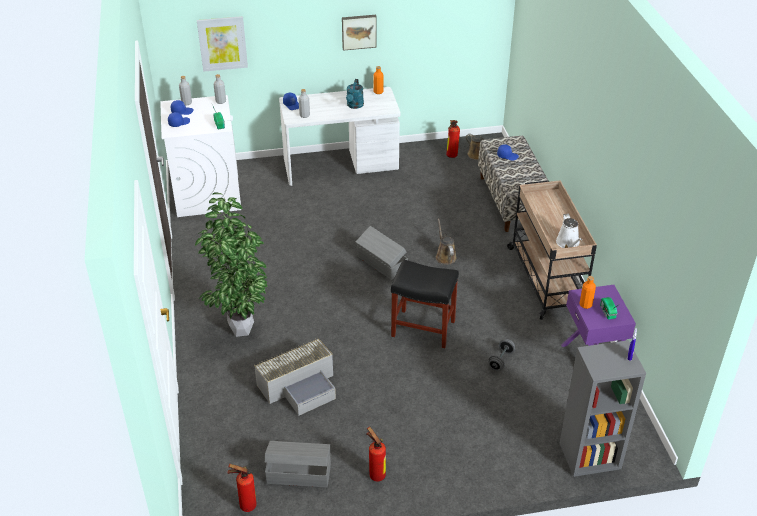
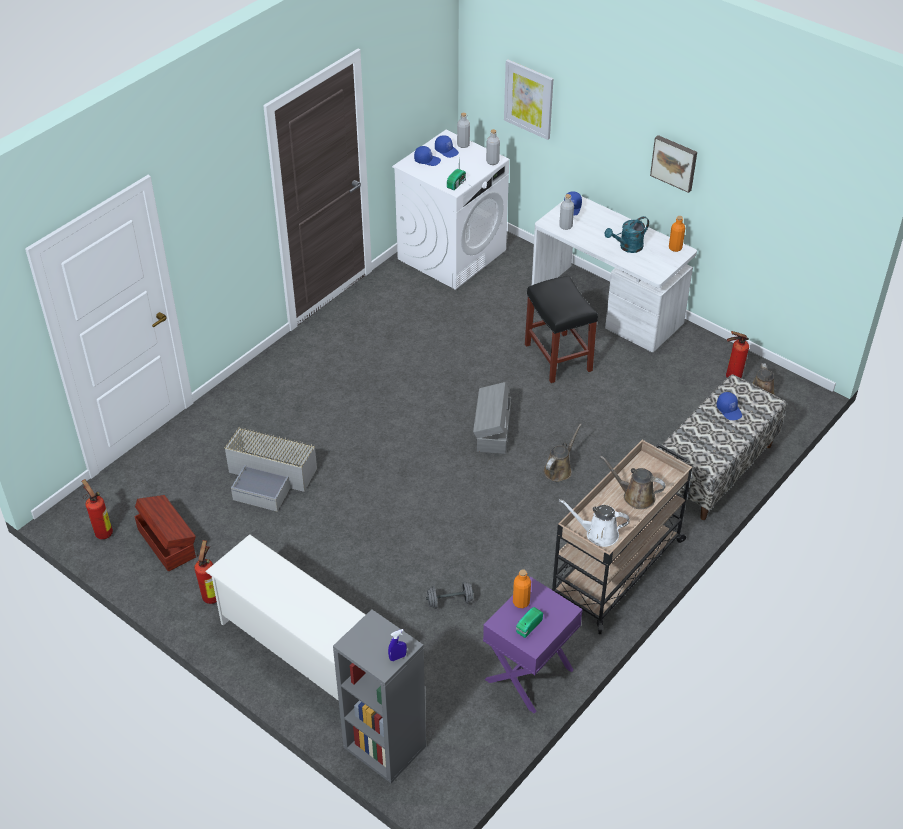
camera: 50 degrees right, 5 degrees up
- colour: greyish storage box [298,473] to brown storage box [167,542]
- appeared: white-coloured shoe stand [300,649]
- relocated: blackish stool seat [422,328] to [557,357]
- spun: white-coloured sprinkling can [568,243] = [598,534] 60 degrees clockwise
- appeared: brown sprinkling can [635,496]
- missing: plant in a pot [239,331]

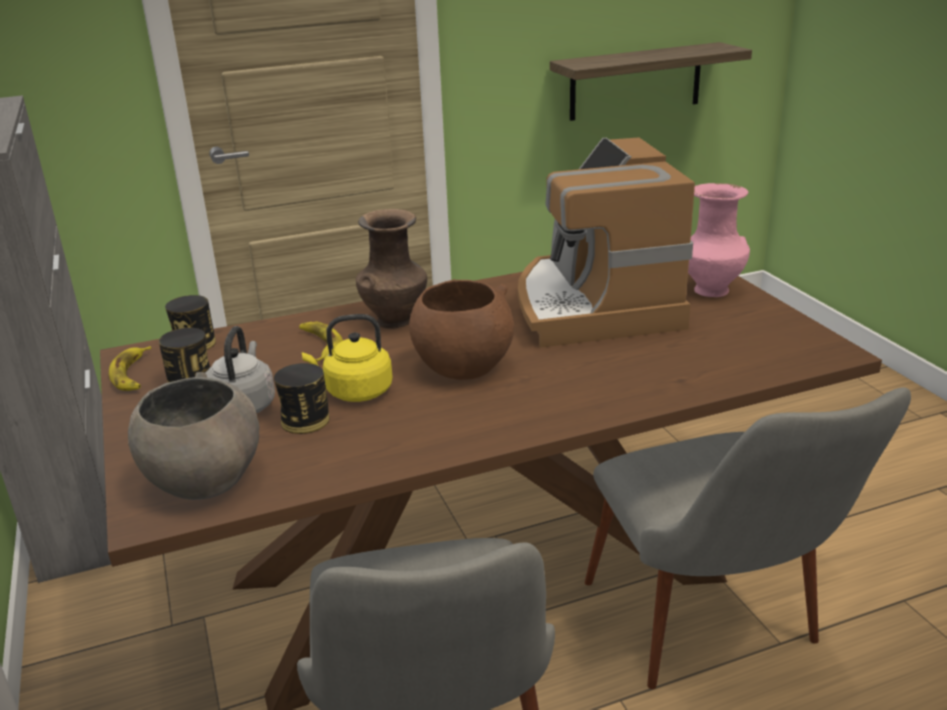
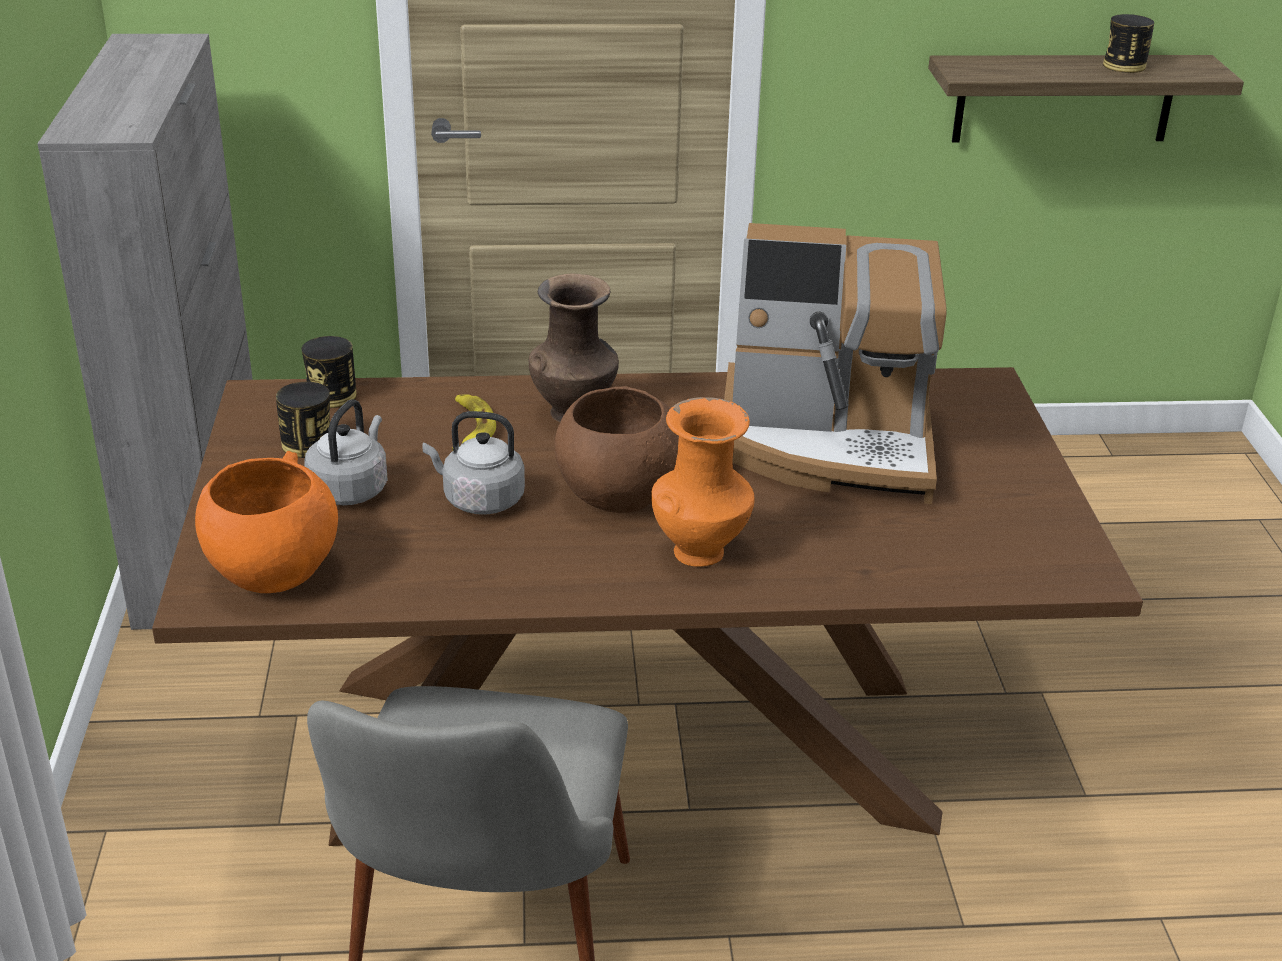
camera: 15 degrees right, 5 degrees up
- colour: greyish serving bowl [204,482] to orange-coloured serving bowl [272,573]
- colour: yellowish tea kettle [355,392] to greyish tea kettle [479,500]
- appeared: orange-coloured vase [700,551]
- spun: coffee maker [593,306] = [829,443] 90 degrees counterclockwise
- relocated: can [305,421] to [1124,66]
- missing: banana fruit [133,374]
- missing: greyish upright chair [716,637]
- missing: pink-coloured vase [709,291]

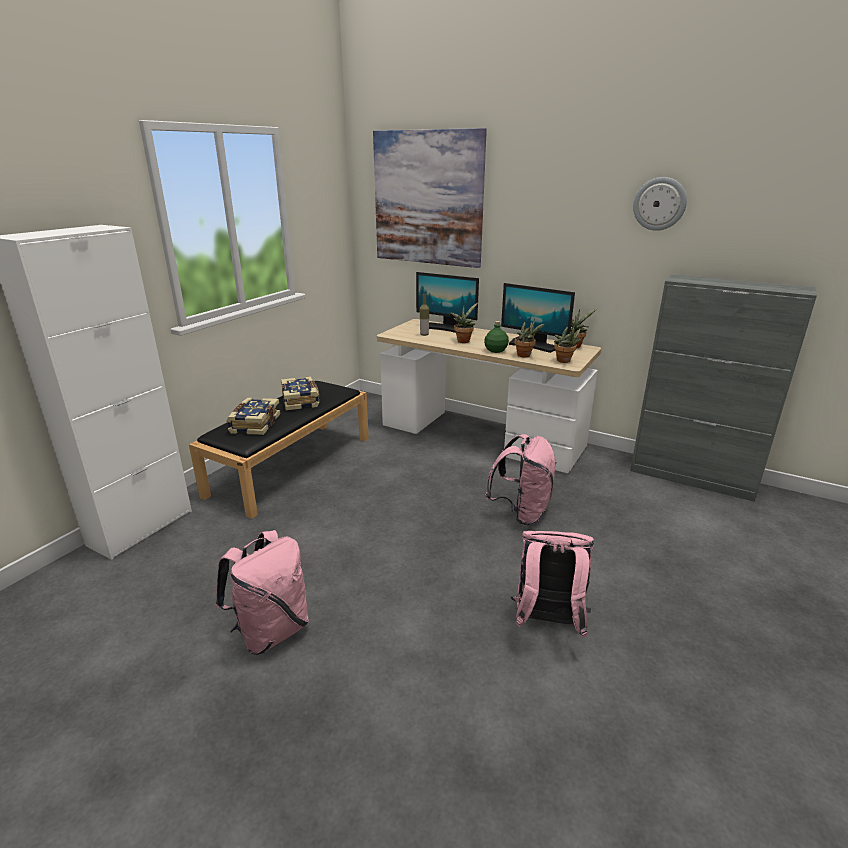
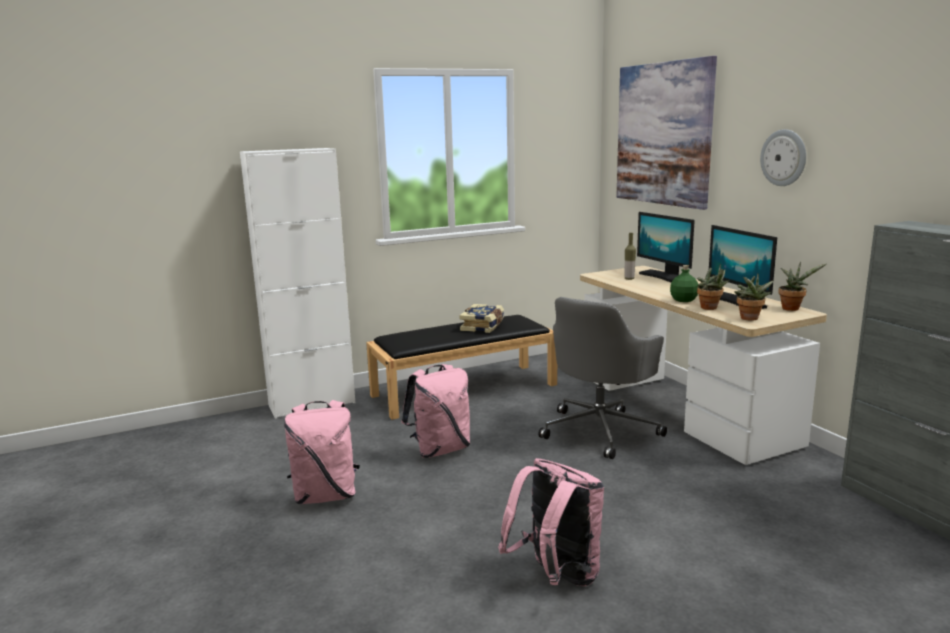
camera: 35 degrees right, 10 degrees down
- relocated: pink-coloured backpack [521,512] to [440,449]
- appeared: greyish office chair [601,430]
- relocated: wall clock [659,204] to [784,158]
- missing: book [254,424]
- missing: plant in a pot [463,340]

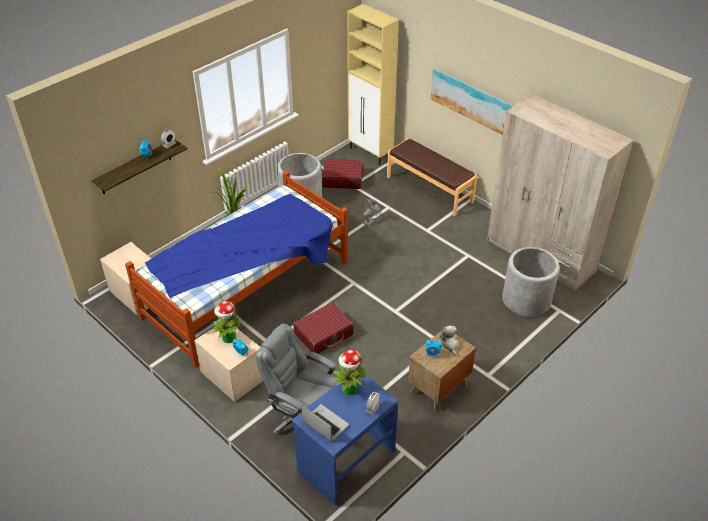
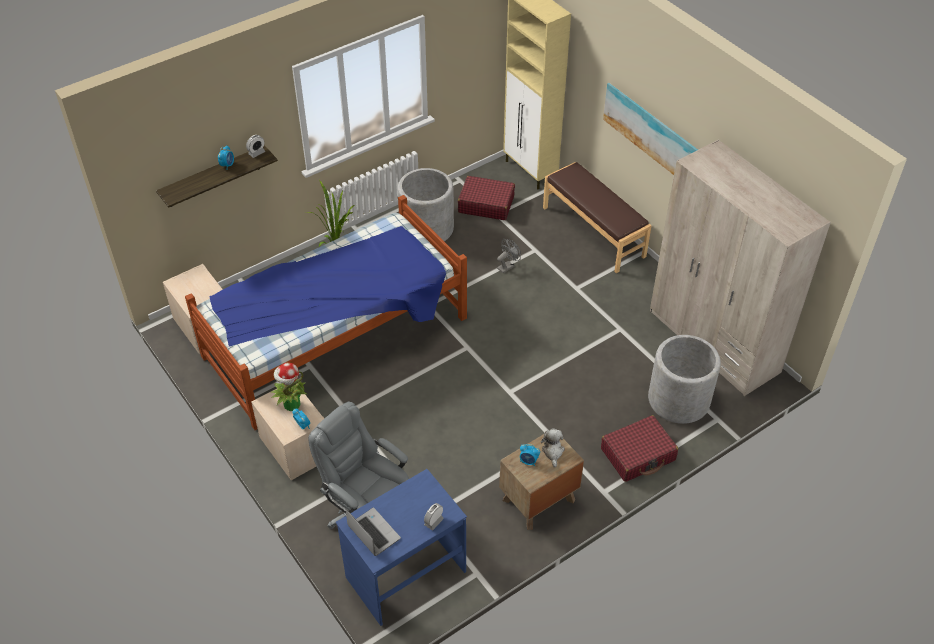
camera: 10 degrees right, 5 degrees up
- relocated: red-coloured piece of luggage [324,334] to [638,454]
- missing: plant in a pot [349,389]

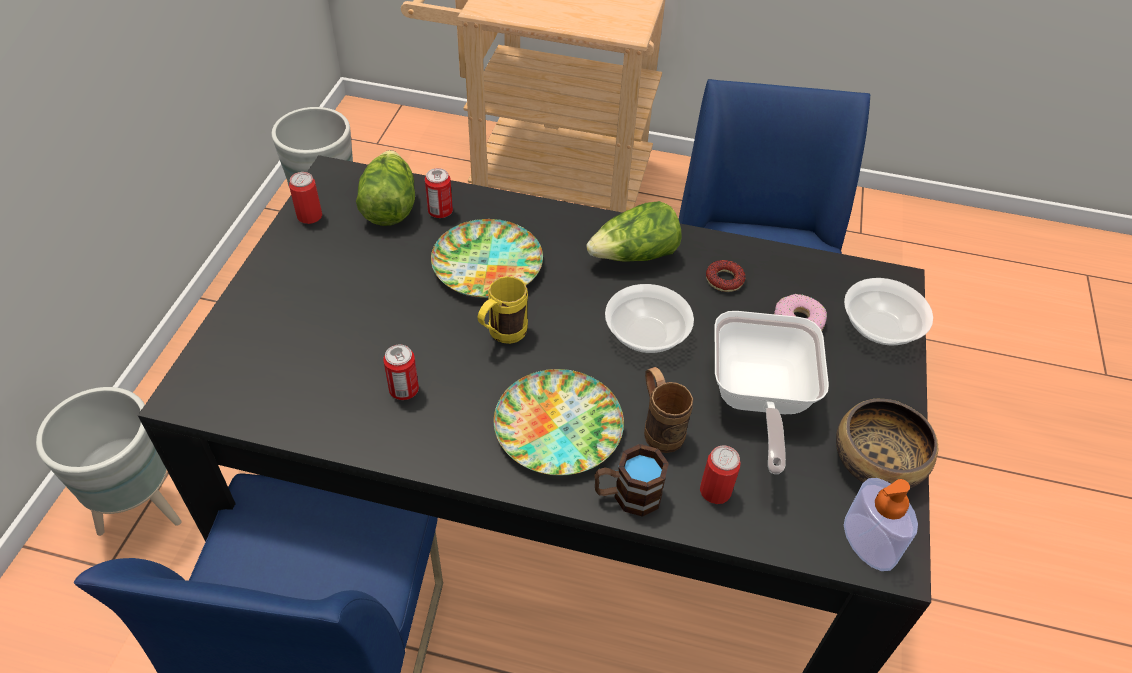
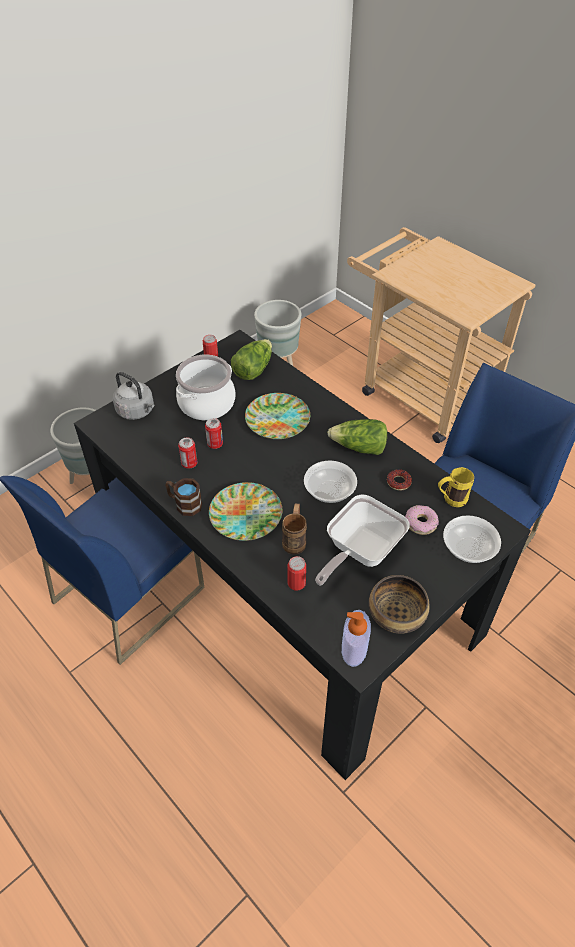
camera: 35 degrees right, 0 degrees up
- appeared: greyish tea kettle [137,411]
- relocated: brown mug [627,495] to [184,504]
- appeared: cooking pot [206,403]
- relocated: can [440,212] to [215,444]
- relocated: yellowish mug [501,335] to [450,500]

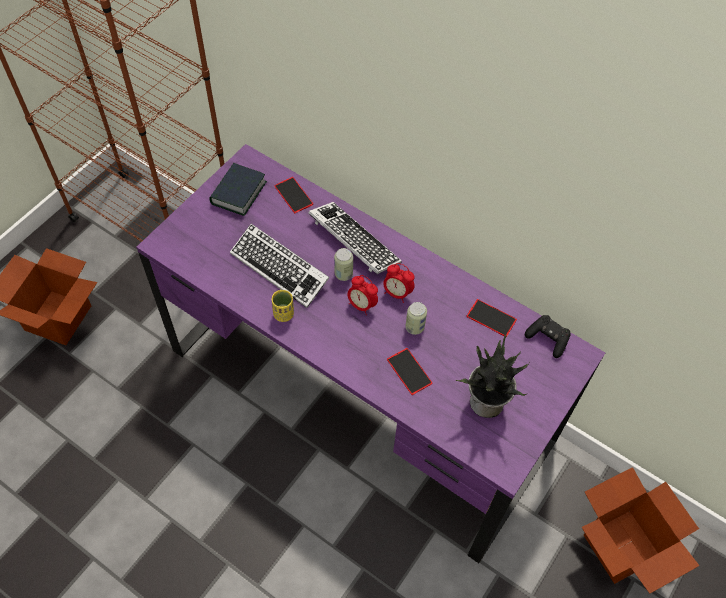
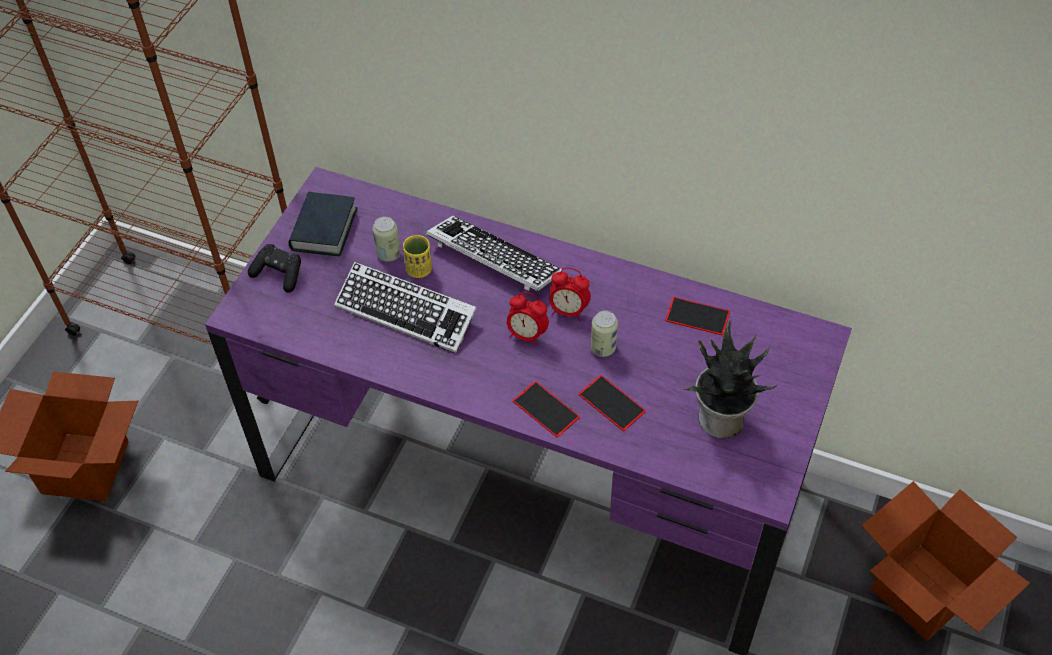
camera: 10 degrees left, 5 degrees down
- relocated: blackish game controller [547,339] to [279,274]
- relocated: can [343,274] to [389,254]
- relocated: yellowish drinking cup [283,314] to [419,269]
- relocated: phone [293,195] to [545,409]

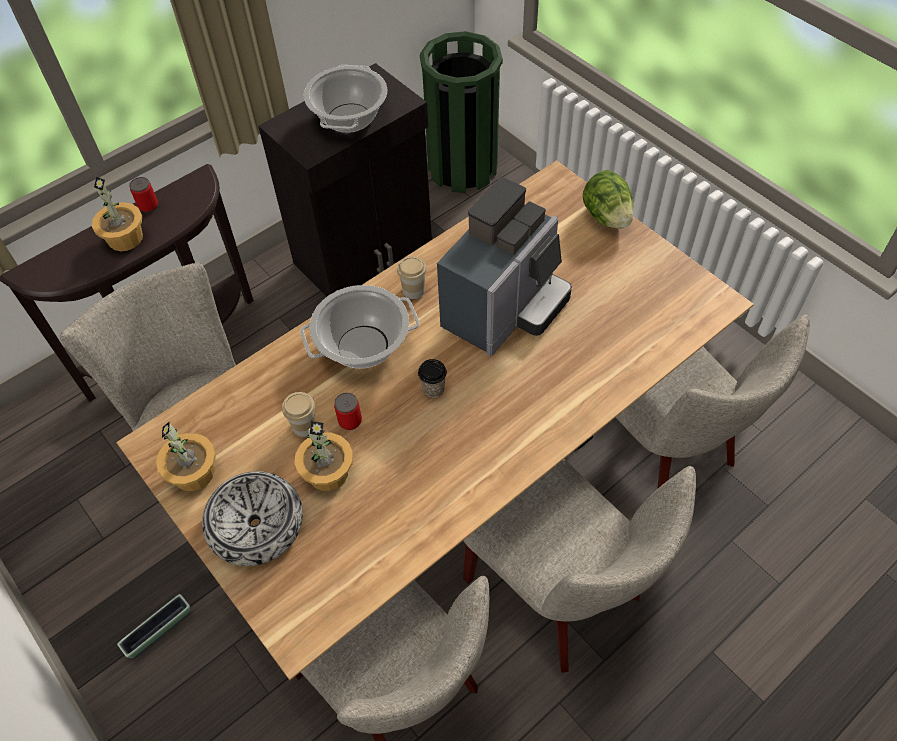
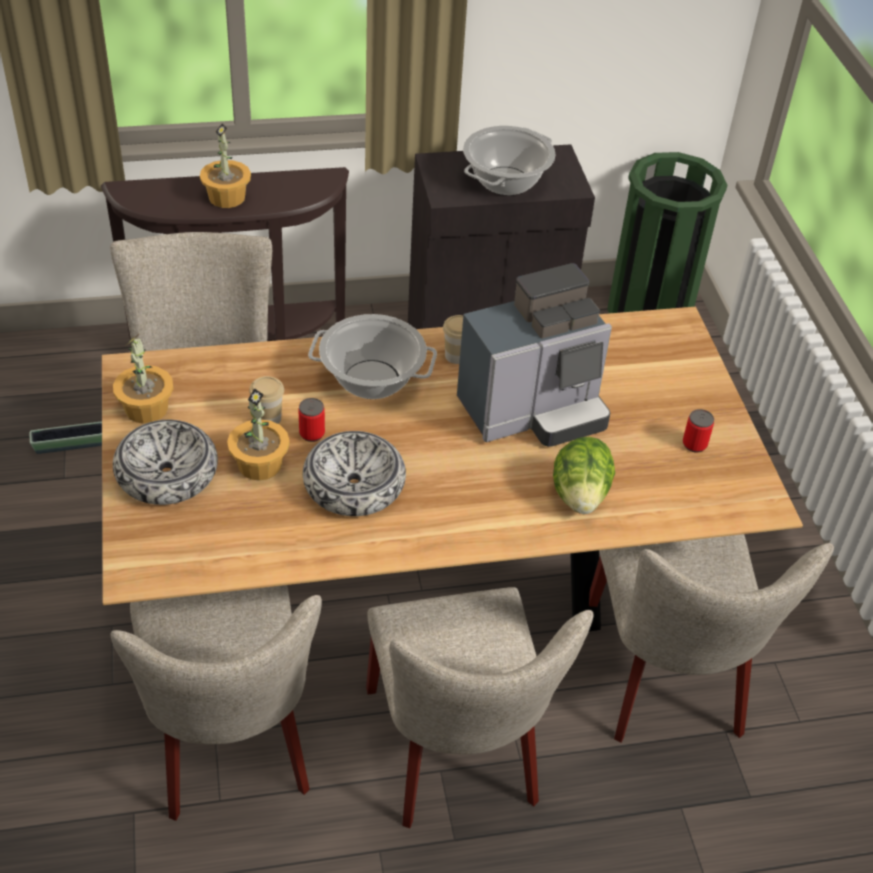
camera: 25 degrees right, 10 degrees down
- relocated: planter [159,630] to [70,445]
- appeared: serving bowl [354,484]
- relocated: head of lettuce [606,217] to [580,495]
- relocated: can [148,206] to [694,444]
- missing: drinking cup [433,388]

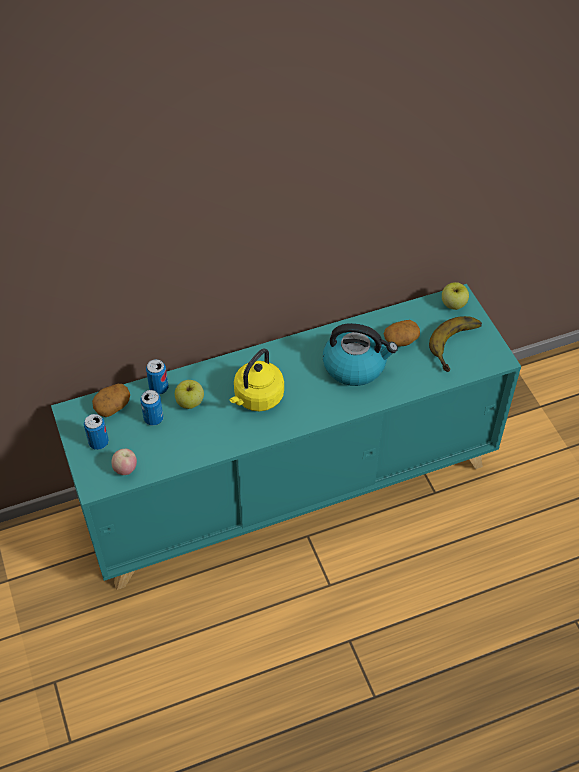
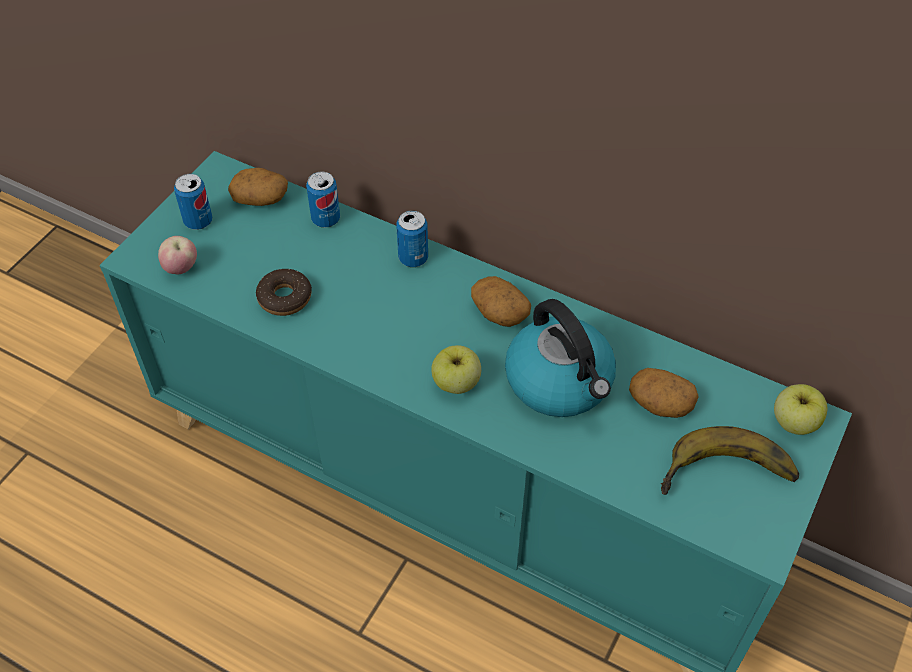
camera: 50 degrees right, 0 degrees up
- appeared: donut [285,298]
- relocated: can [153,418] to [413,258]
- relocated: whole apple [190,402] to [456,383]
- appeared: whole potato [499,312]
- missing: yellowish tea kettle [257,398]

